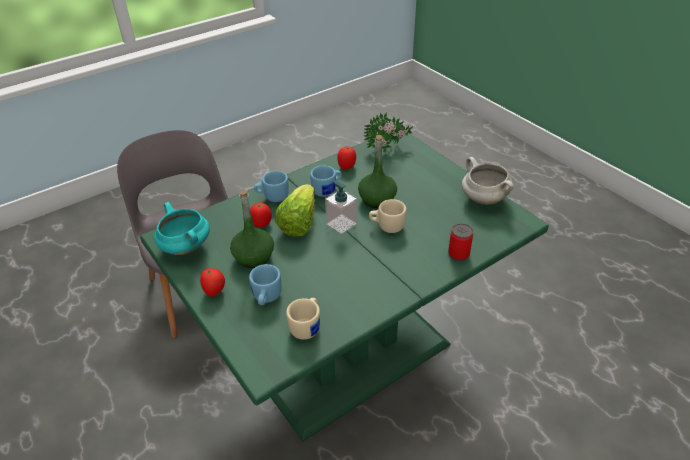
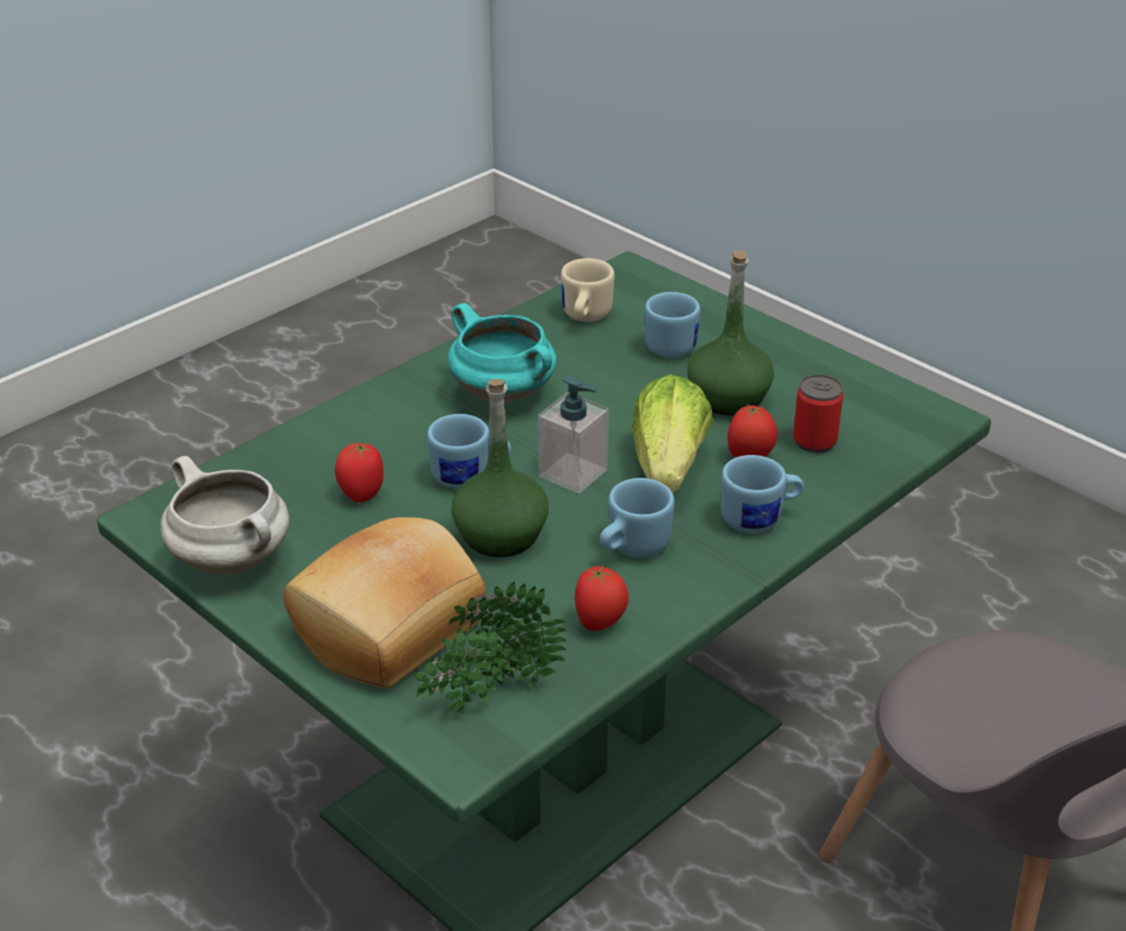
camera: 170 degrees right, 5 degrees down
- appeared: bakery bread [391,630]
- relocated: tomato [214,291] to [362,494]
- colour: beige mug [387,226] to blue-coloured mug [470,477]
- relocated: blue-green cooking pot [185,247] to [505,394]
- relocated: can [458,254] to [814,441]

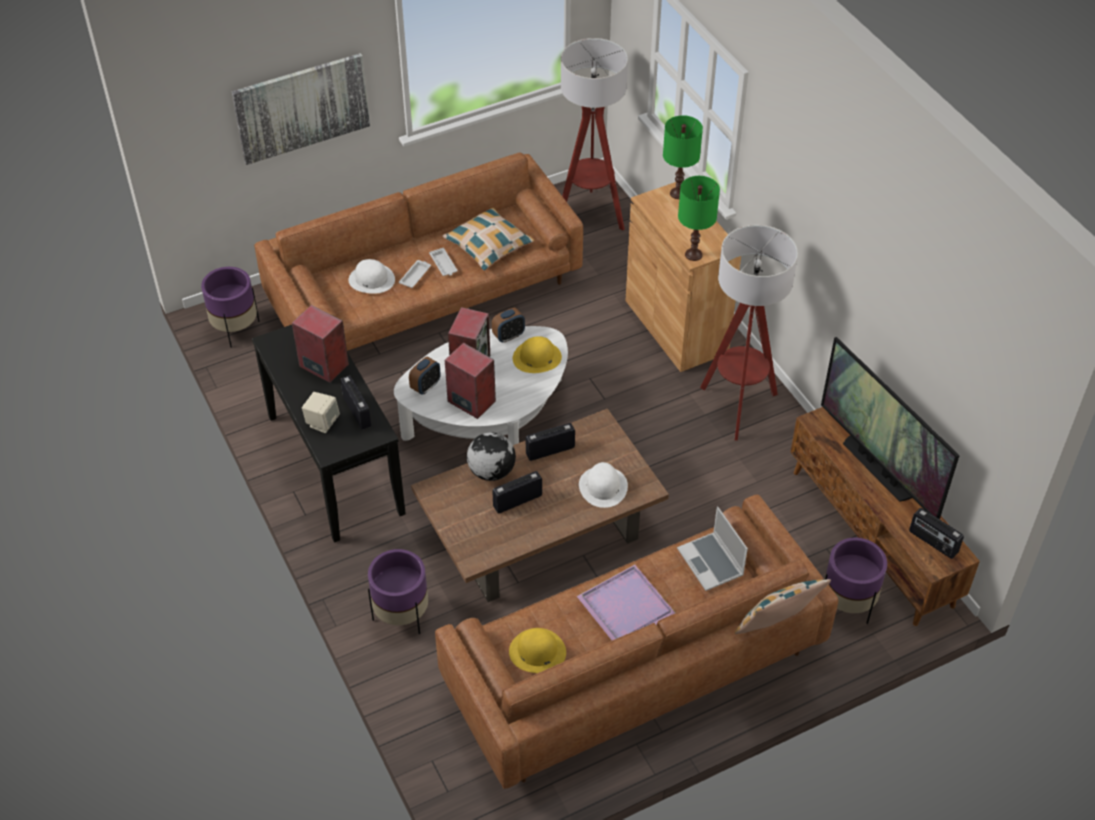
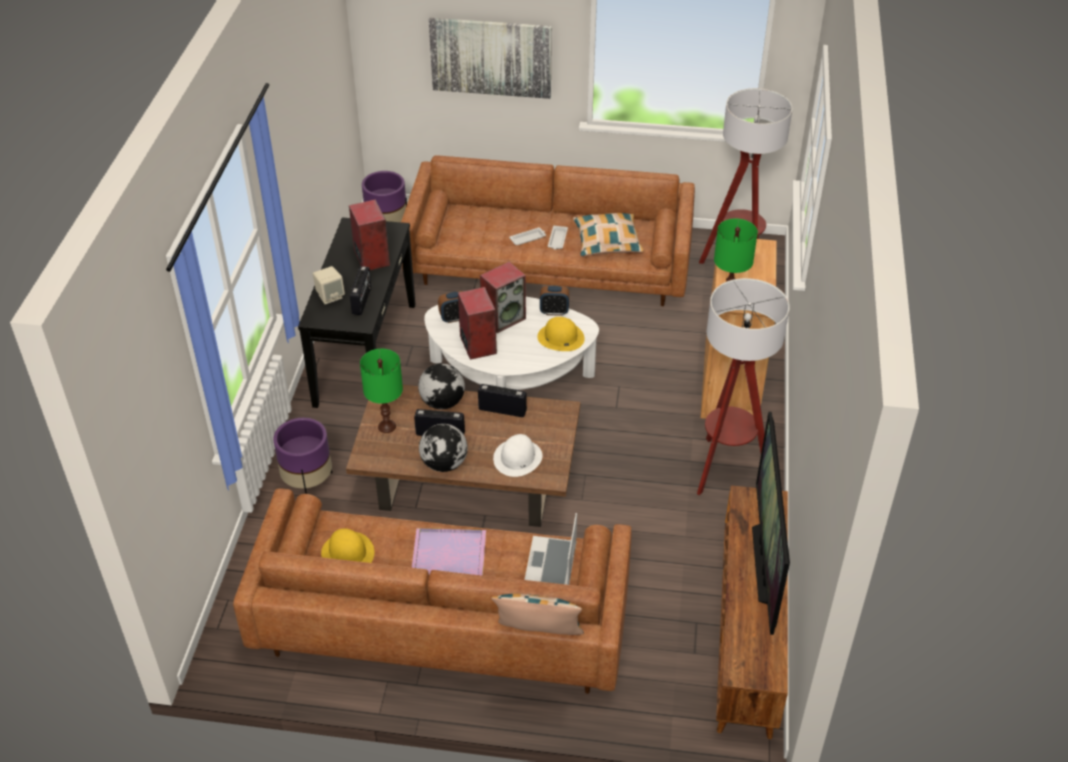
camera: 35 degrees right, 5 degrees down
- relocated: green table lamp [678,193] to [386,426]
- appeared: desk globe [444,464]
- missing: white-coloured wearable hat [372,279]
- missing: purple-coloured planter [847,604]
- missing: radio receiver [932,542]

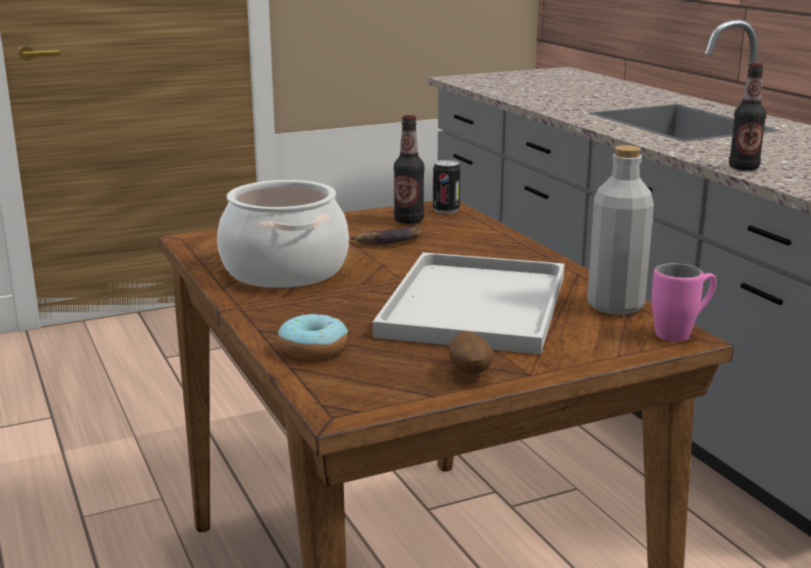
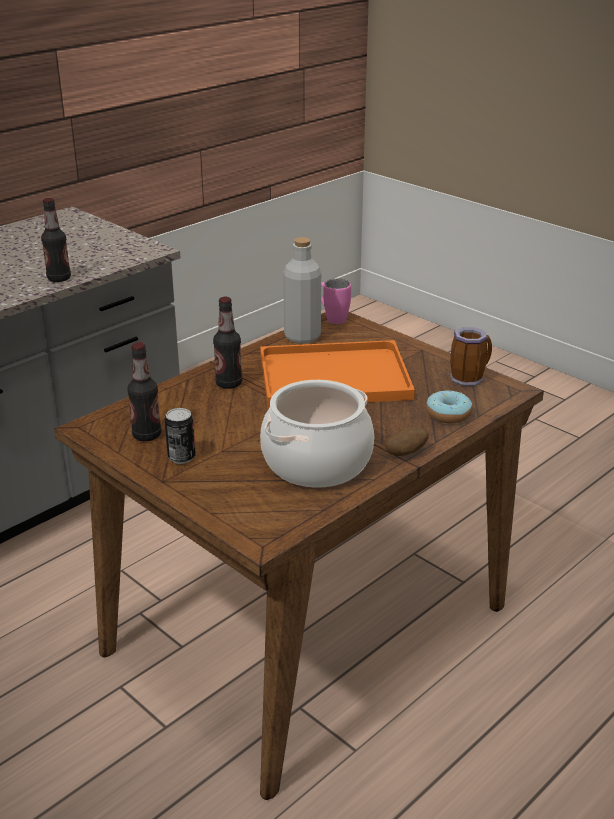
camera: 110 degrees left, 10 degrees up
- relocated: can [446,210] to [181,457]
- appeared: beverage bottle [229,384]
- colour: white-coloured carrying tray [473,303] to orange-coloured carrying tray [331,378]
- relocated: whole potato [470,373] to [406,453]
- appeared: mug [468,378]
- missing: banana fruit [388,241]

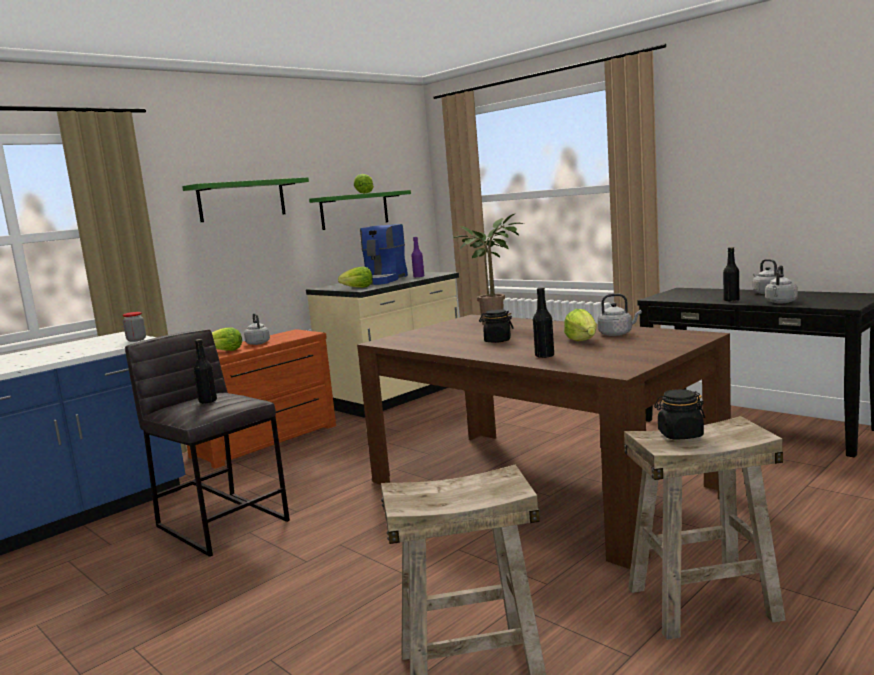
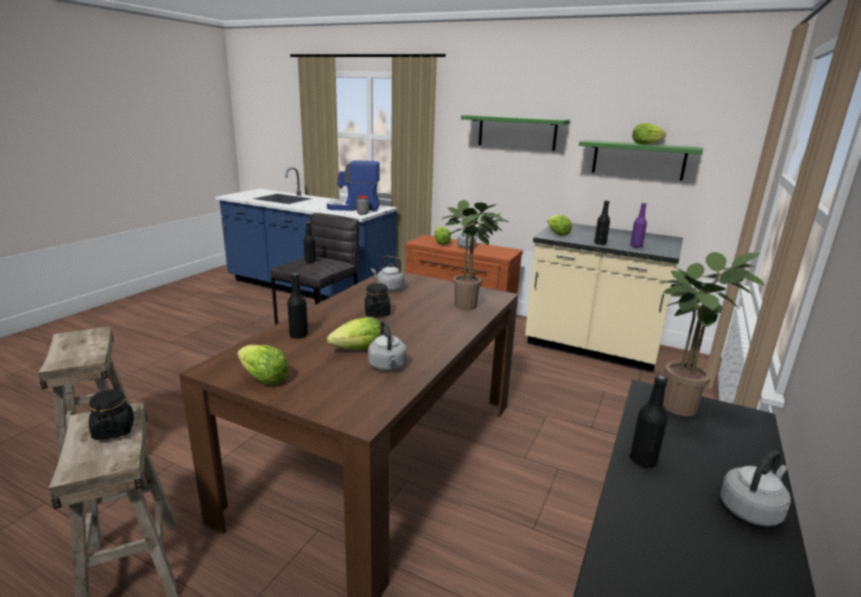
camera: 70 degrees right, 10 degrees up
- appeared: head of lettuce [263,379]
- relocated: coffee maker [382,280] to [354,208]
- relocated: greyish tea kettle [780,302] to [388,288]
- appeared: blackish beverage bottle [600,243]
- appeared: plant in a pot [678,404]

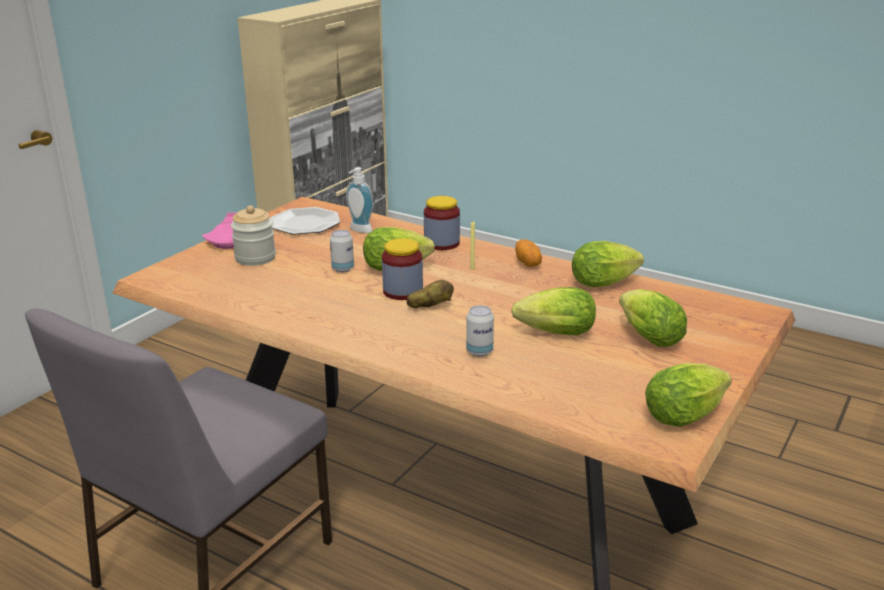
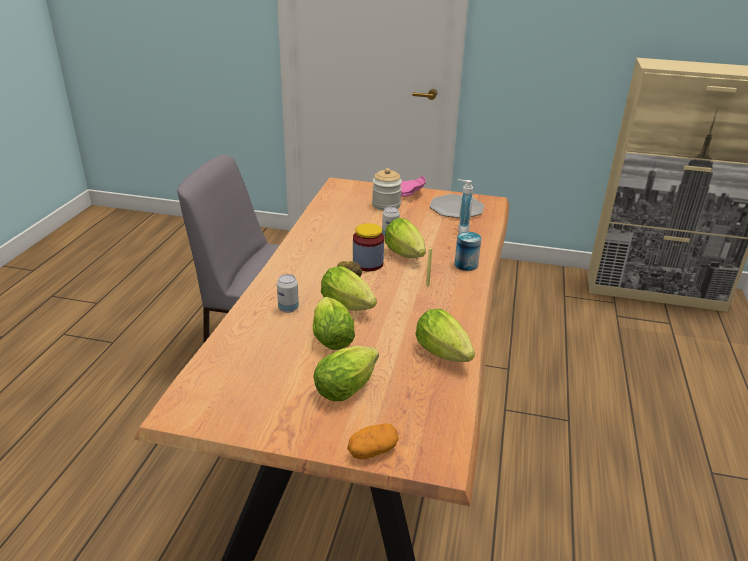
camera: 70 degrees right, 5 degrees up
- relocated: head of lettuce [687,415] to [350,307]
- relocated: whole potato [528,263] to [372,451]
- exchanged: jar [441,243] to can [466,264]

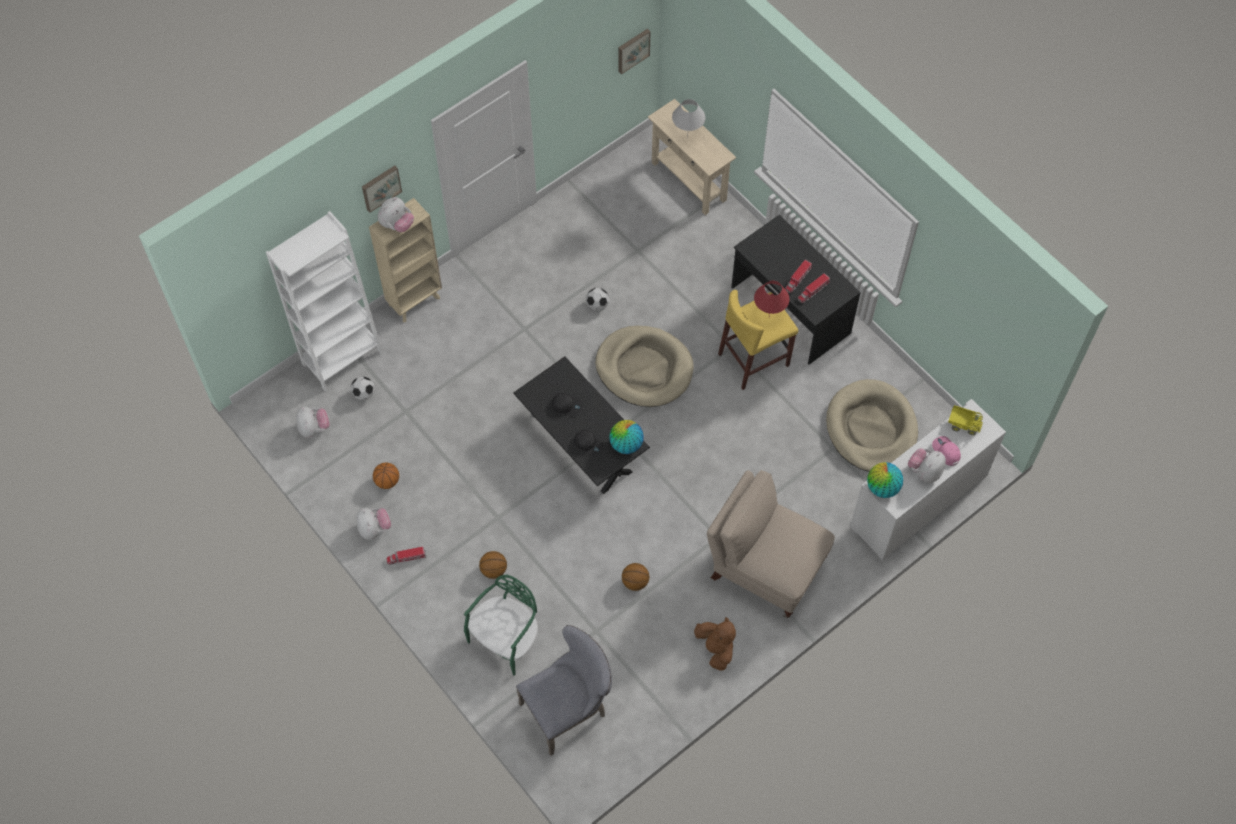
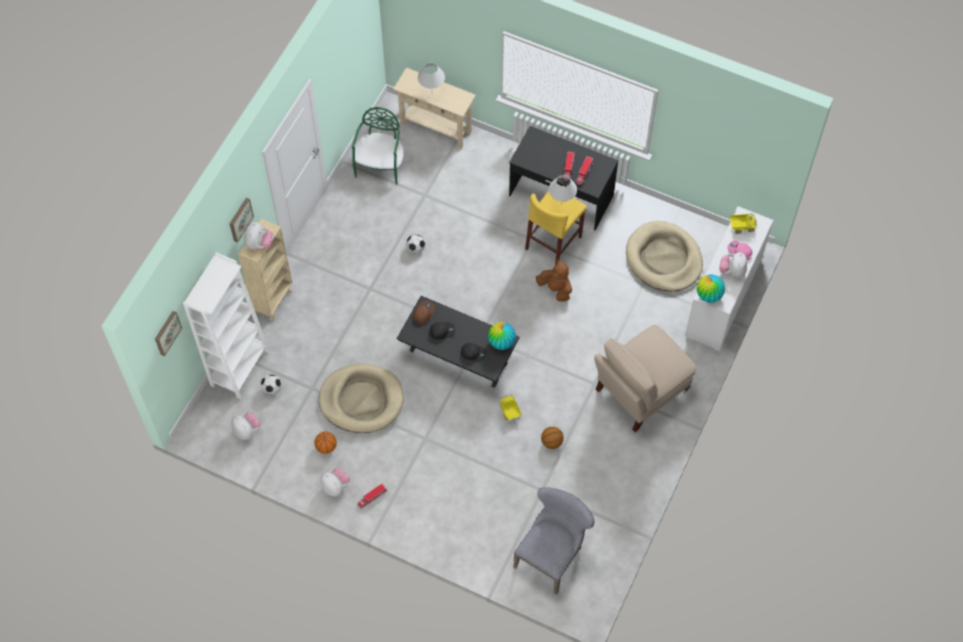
camera: 25 degrees left, 0 degrees up
- relocated: wall art [632,50] to [166,332]
- relocated: beige dog bed [644,368] to [361,400]
- relocated: green upright chair [506,639] to [380,165]
- appeared: brown baseball cap [423,313]
- appeared: toy lorry [509,411]
- relocated: brown plush toy [716,649] to [555,289]
- colour: red-coloured table lamp [768,317] to white-coloured table lamp [561,205]
- spun: beige upright chair [765,568] = [640,391] 45 degrees counterclockwise
- missing: basketball [494,570]

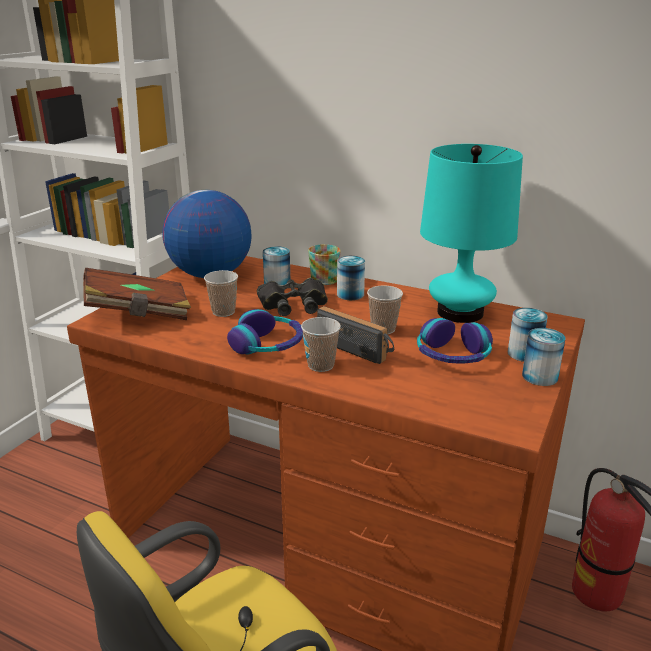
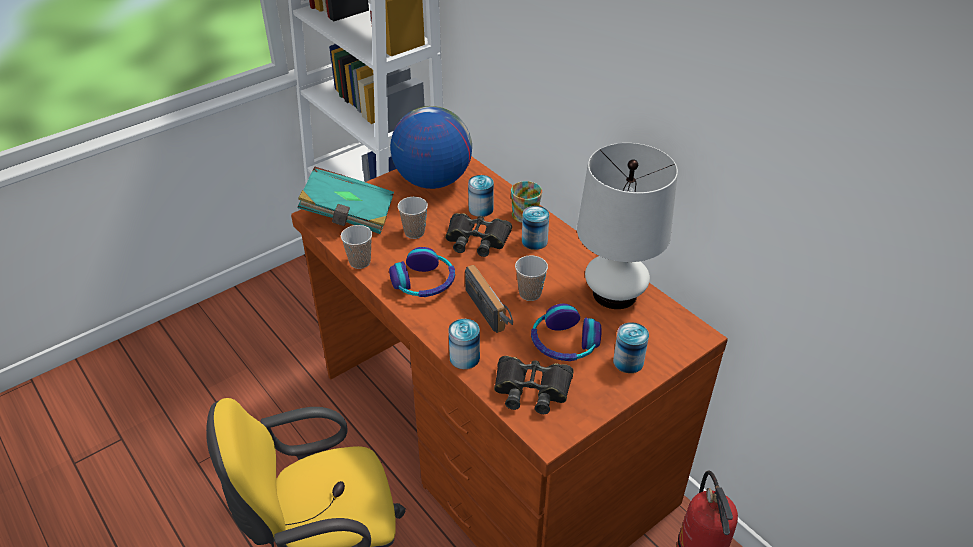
camera: 25 degrees right, 15 degrees up
- colour: brown book [139,314] to blue-green book [349,215]
- relocated: drinking cup [321,365] to [360,262]
- relocated: can [540,376] to [464,358]
- appeared: blackish field glasses [531,389]
- colour: blue-green table lamp [460,312] to white-coloured table lamp [614,294]

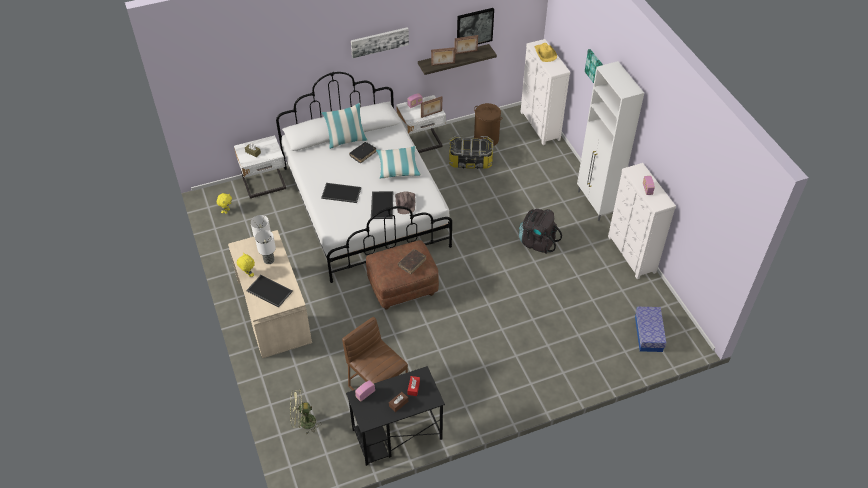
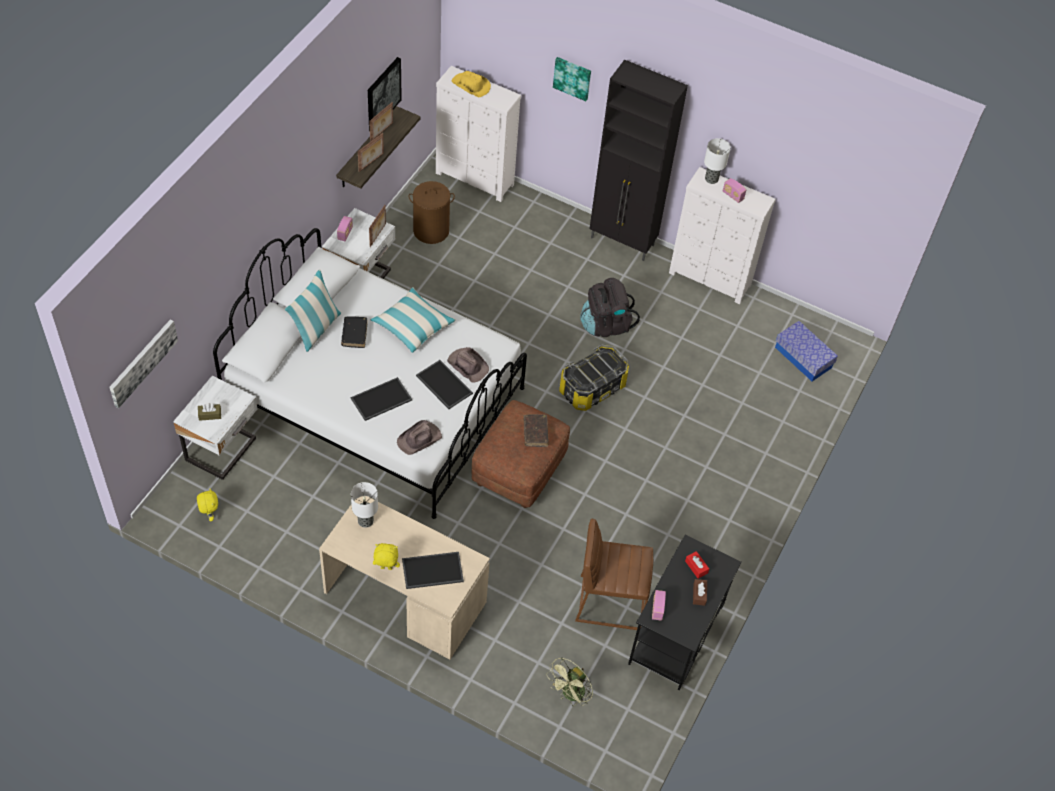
camera: 45 degrees left, 5 degrees up
- relocated: wall art [379,41] to [142,362]
- appeared: brown wearable hat [420,439]
- relocated: storage box [470,161] to [592,388]
- colour: white-coloured cabinet [596,204] to blackish cabinet [623,242]
- relocated: table lamp [269,260] to [712,179]

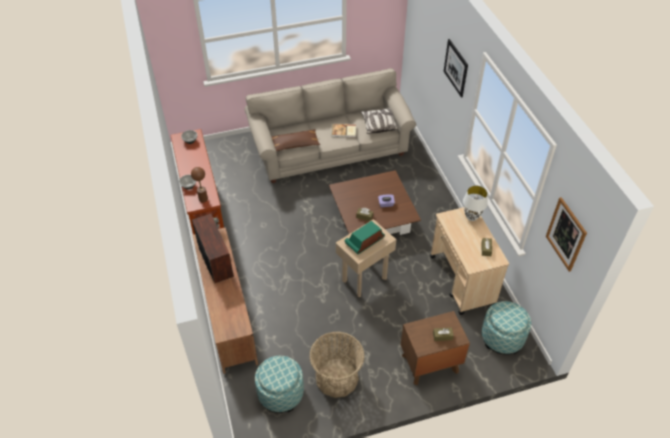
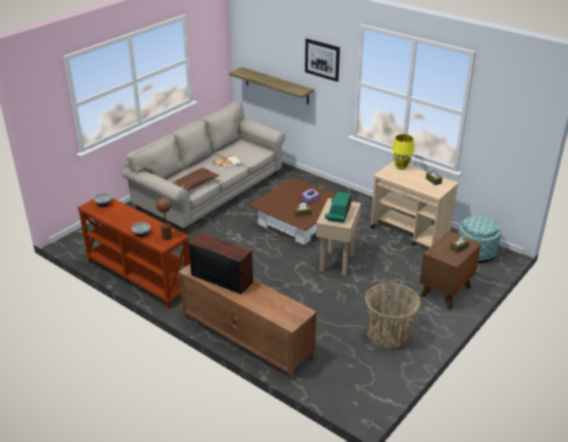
camera: 35 degrees left, 15 degrees down
- appeared: bracket shelf [276,85]
- colour: white-coloured table lamp [472,217] to yellowish table lamp [401,167]
- missing: footrest [280,393]
- missing: cushion [379,125]
- missing: wall art [566,234]

